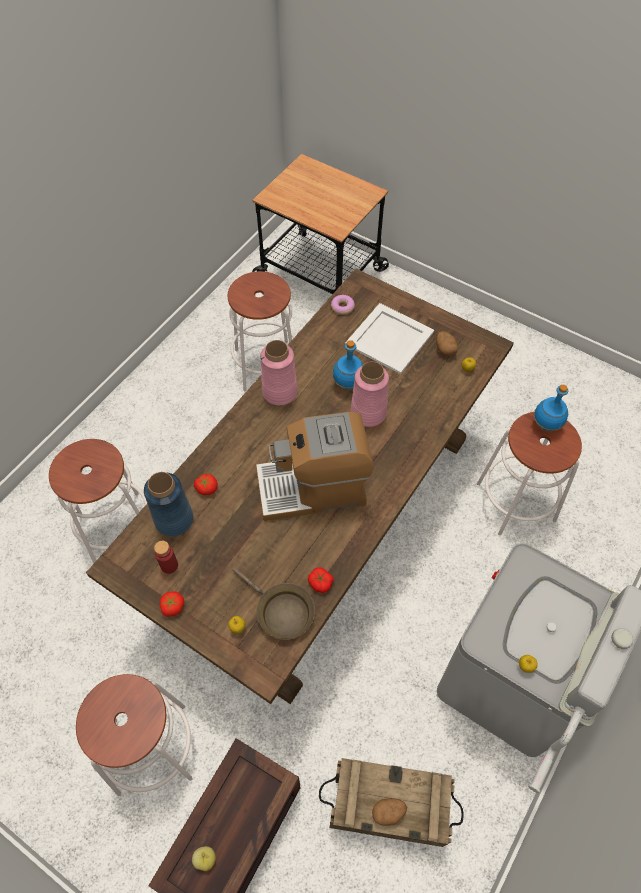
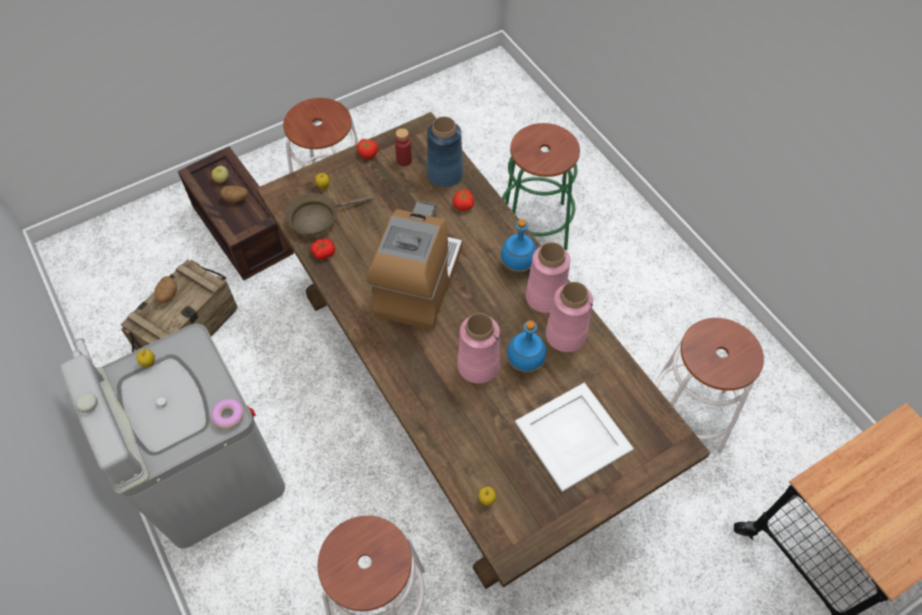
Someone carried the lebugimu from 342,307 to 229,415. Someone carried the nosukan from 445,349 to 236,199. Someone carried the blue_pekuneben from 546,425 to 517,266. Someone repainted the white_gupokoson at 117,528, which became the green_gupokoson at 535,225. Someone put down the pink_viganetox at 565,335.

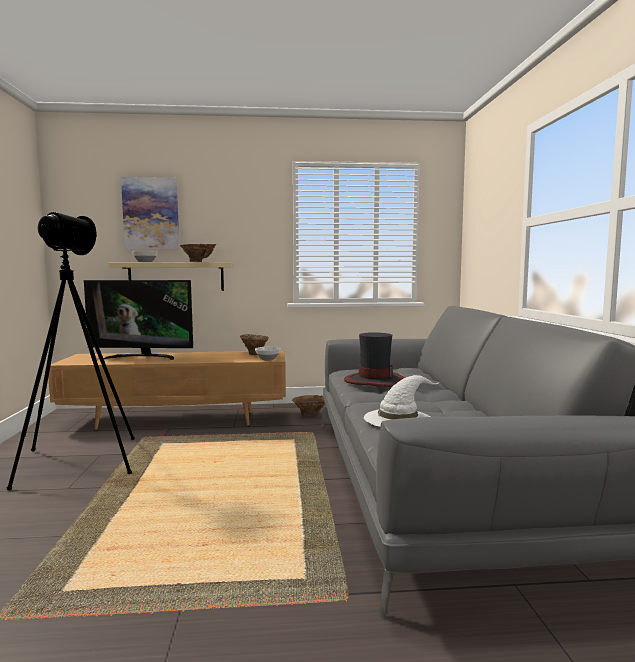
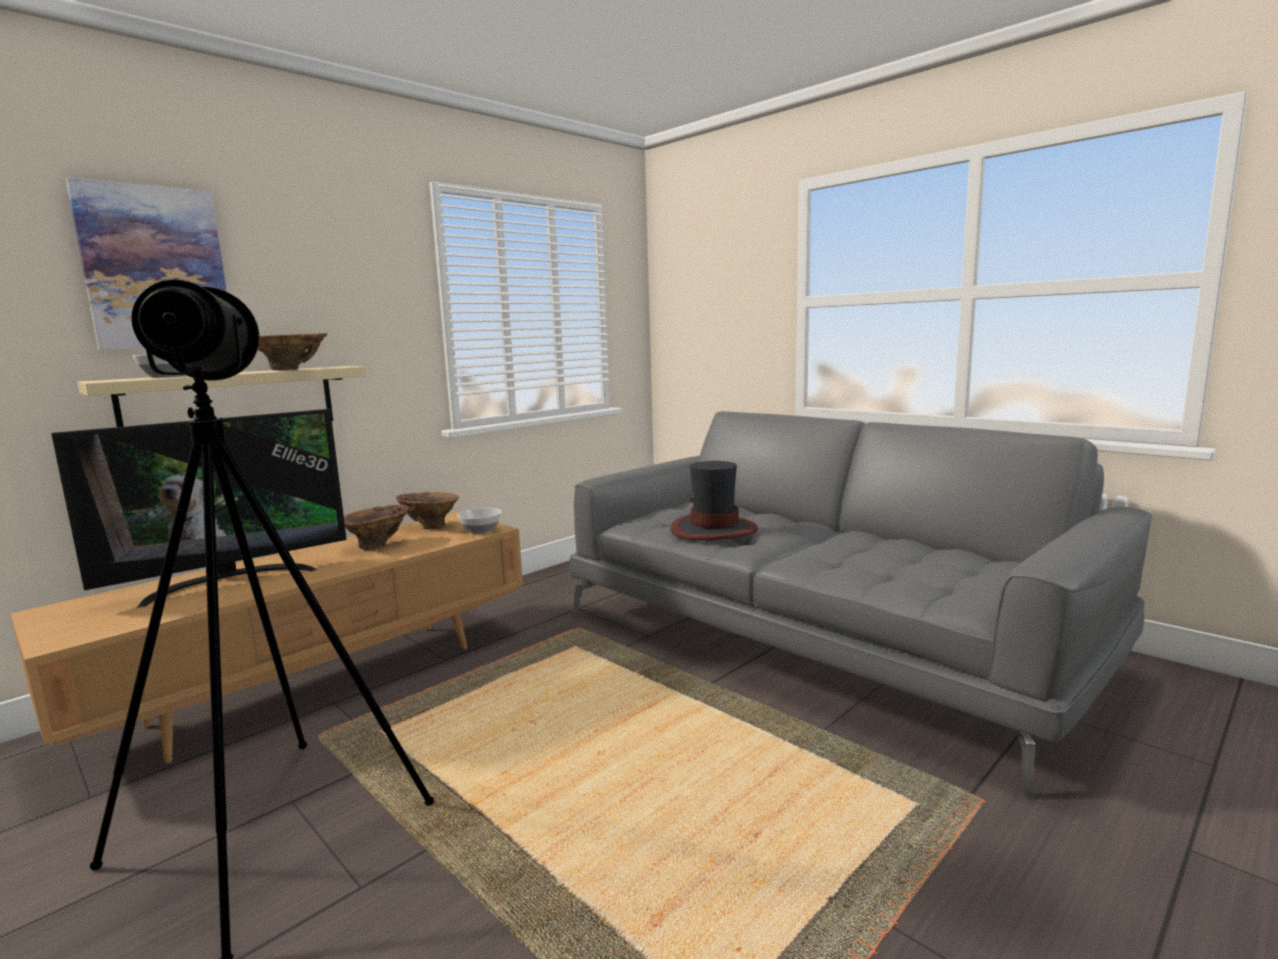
Someone carried the brown_viganetox from 310,415 to 379,545. Someone took away the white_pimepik at 398,418.

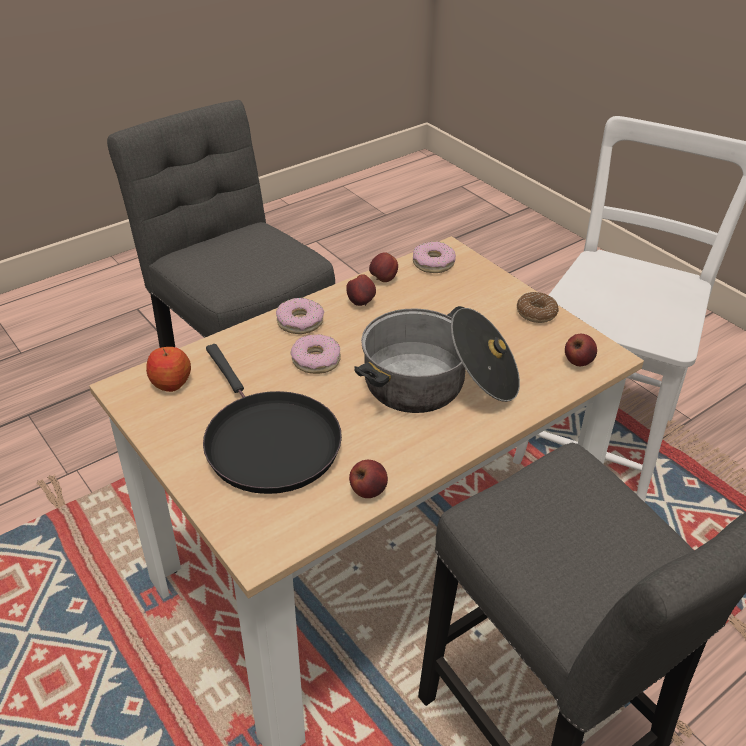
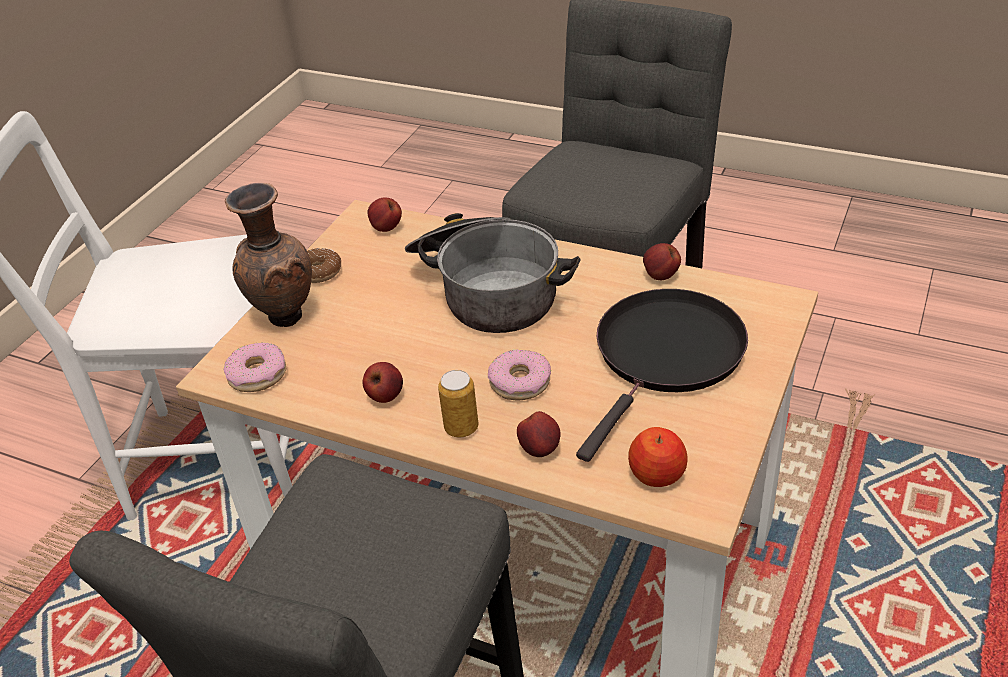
Someone put down the brown_viganetox at 283,317. Someone swapped the lebugimu at 300,322 for the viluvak at 461,427. Someone carried the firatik from 383,279 to 540,449.

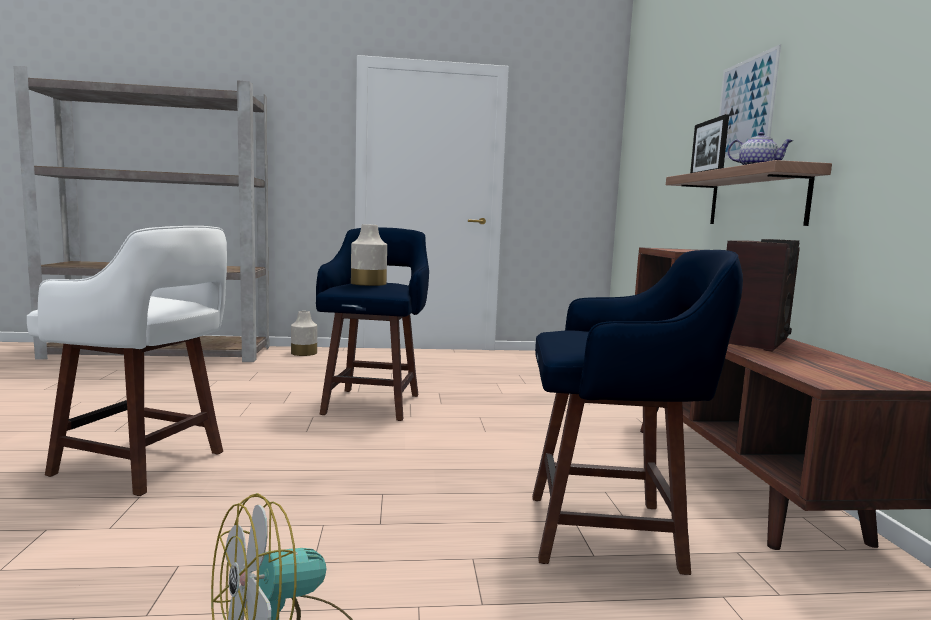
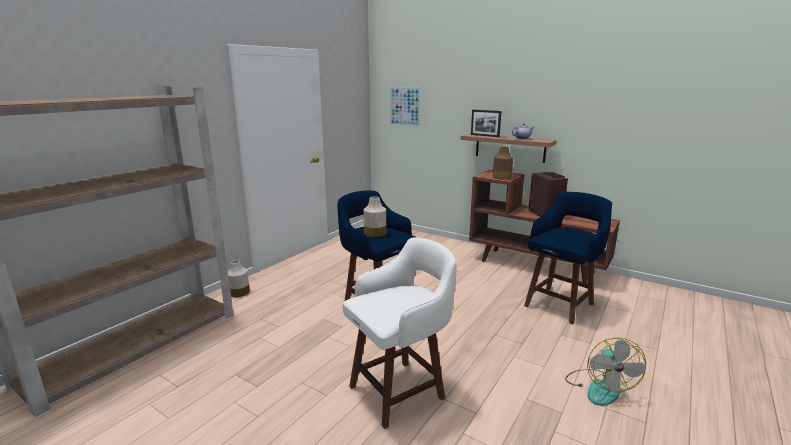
Someone carried the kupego from 745,108 to 405,106. Someone put down the brown_viganetox at 502,177.

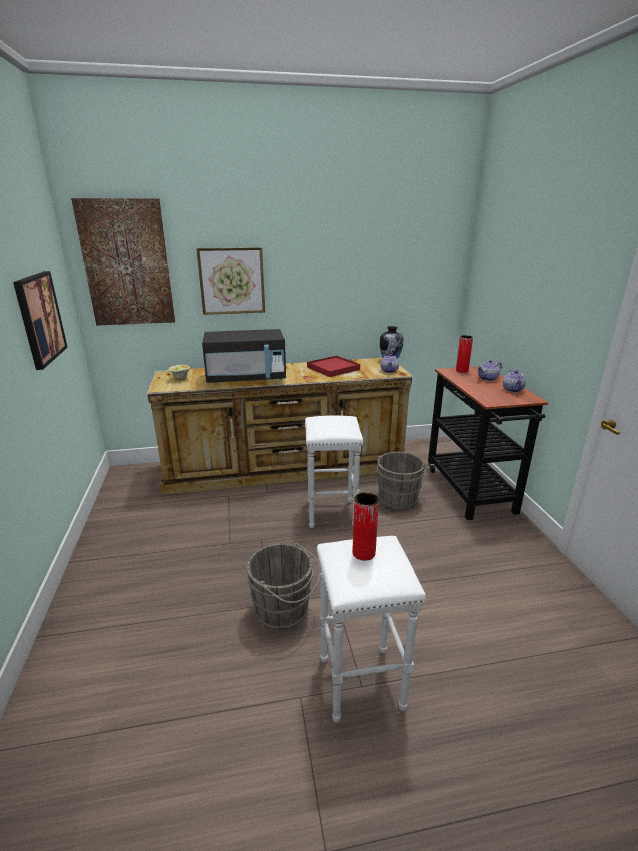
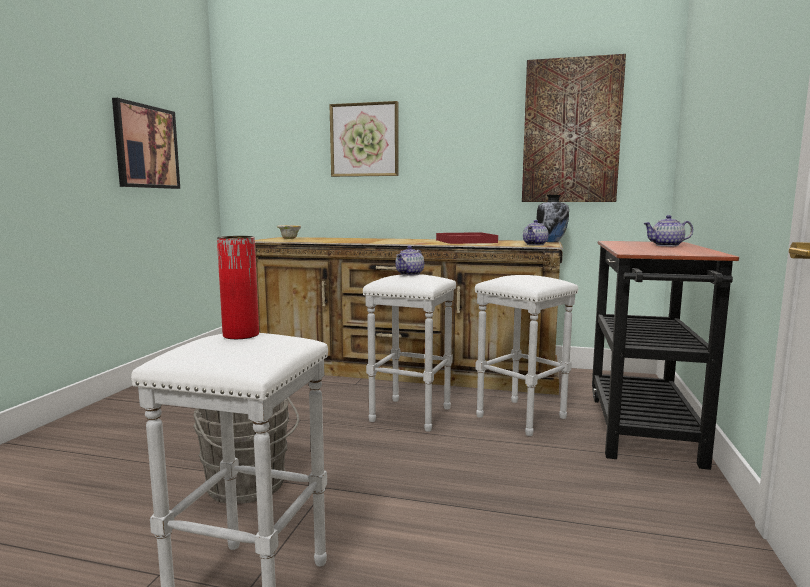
Someone carried the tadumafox from 513,390 to 410,274. Someone swapped the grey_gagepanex at 398,497 for the white_gupokoson at 519,417. Someone carried the kupego from 127,264 to 571,131. Someone took away the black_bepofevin at 246,378. Someone took away the red_viganetox at 462,370.

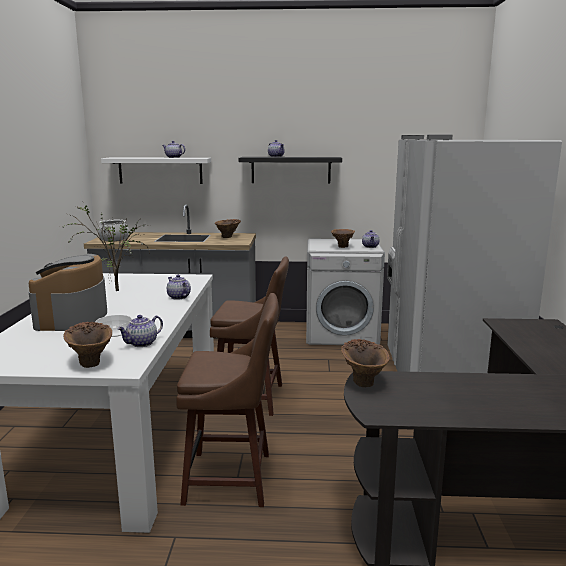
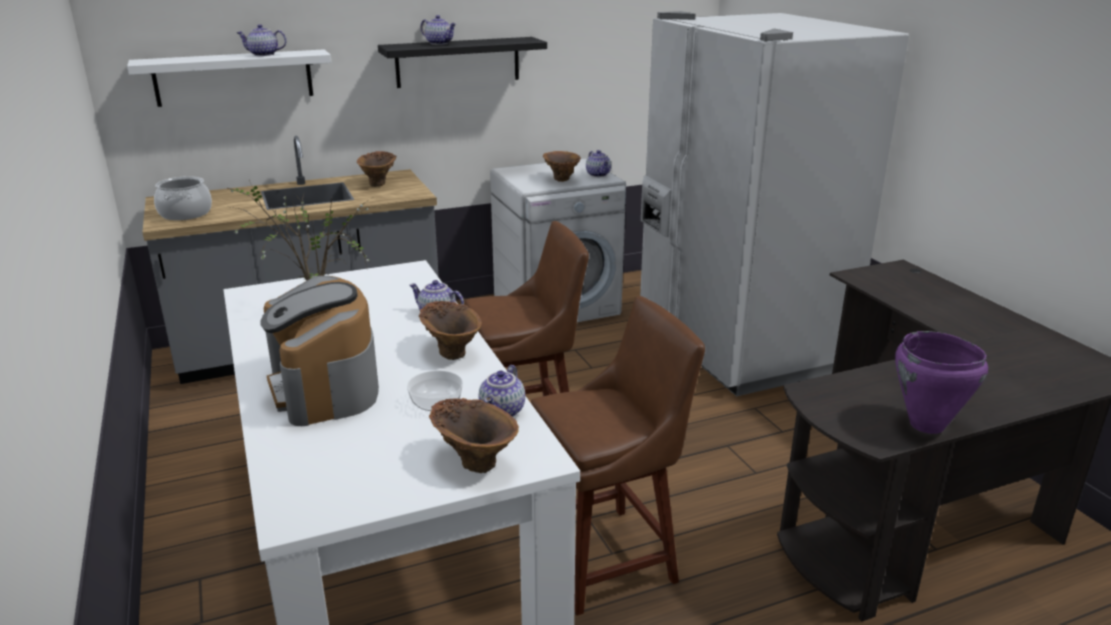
Someone carried the brown_viganetox from 364,380 to 452,350. Someone put down the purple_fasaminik at 926,425.

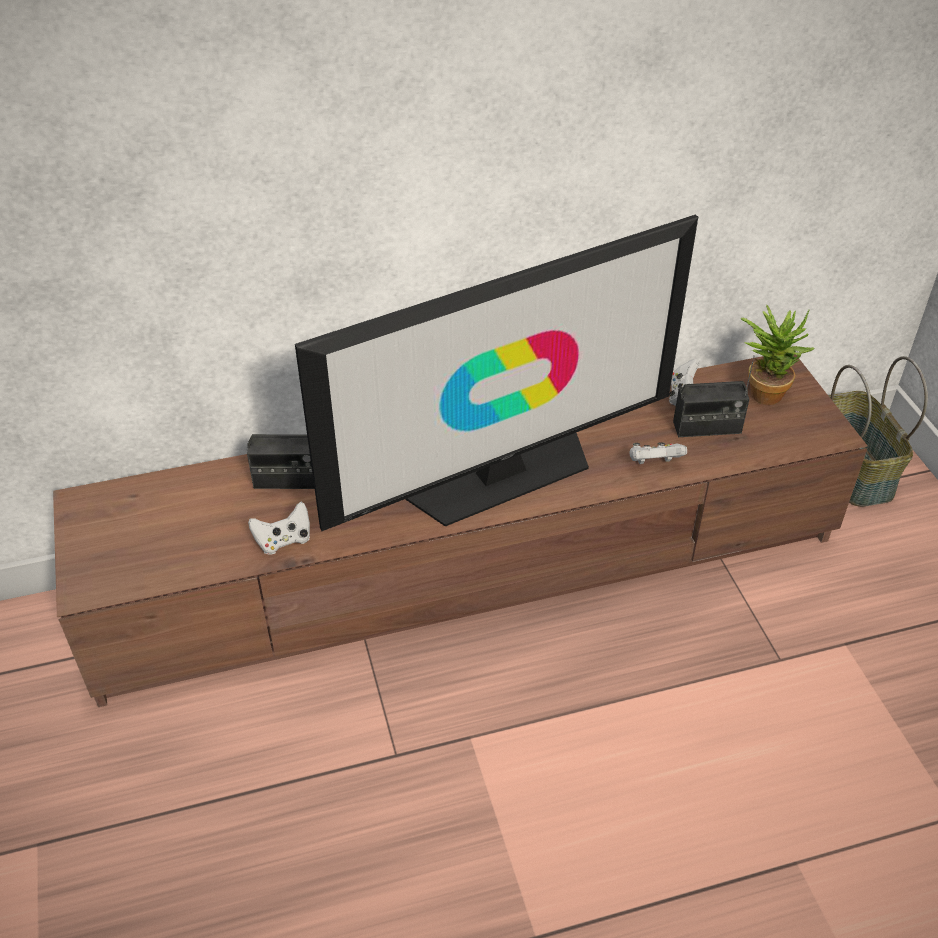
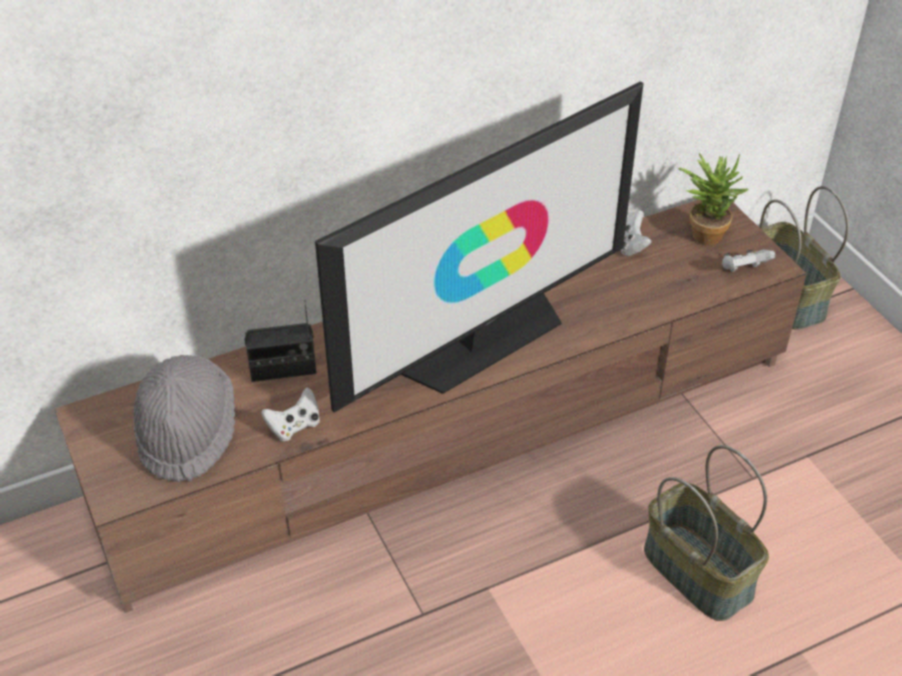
Someone put down the grey_pimepik at 187,434. Someone put down the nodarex at 700,572. Someone carried the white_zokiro from 654,463 to 743,270. Someone took away the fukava at 707,427.

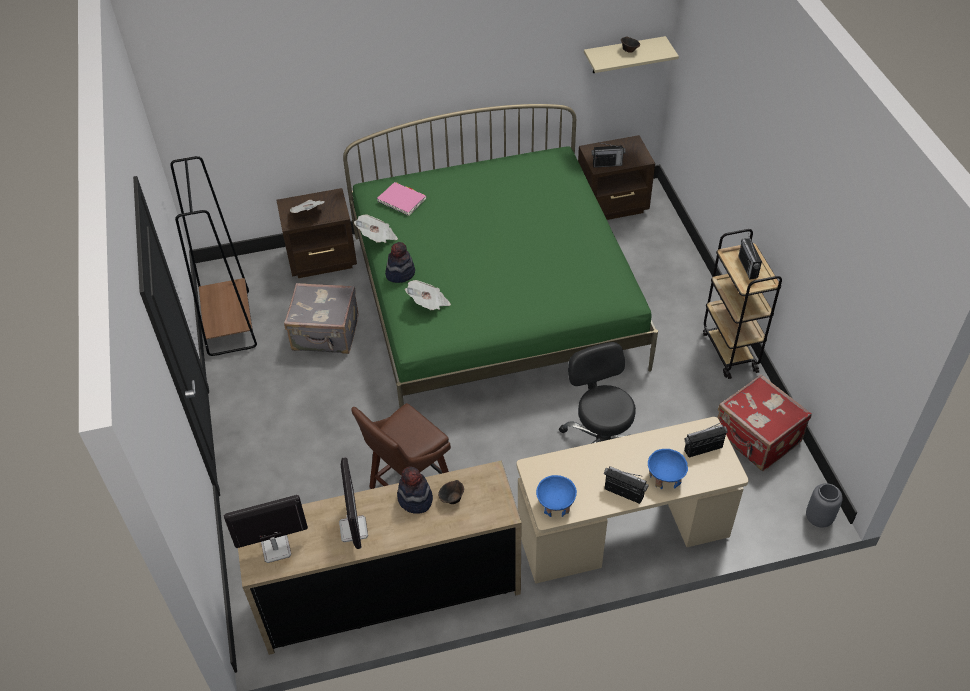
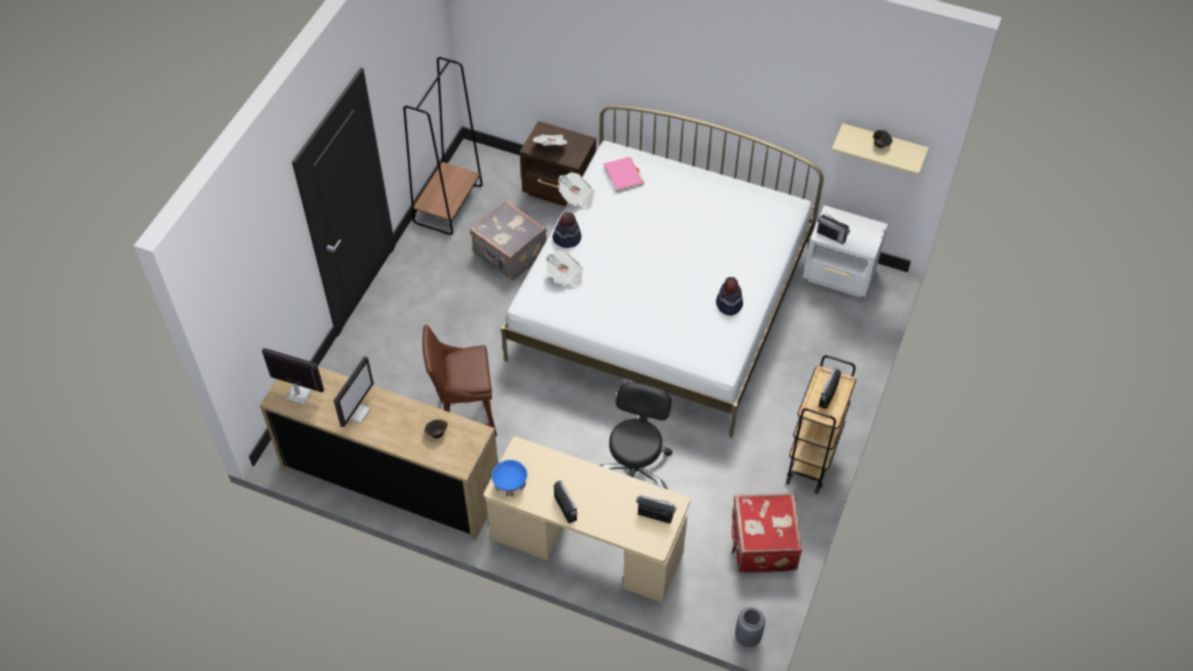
Someone repainted the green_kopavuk at 494,300, which became the white_kopavuk at 662,302. Someone carried the pimepik from 415,499 to 729,304. Someone repainted the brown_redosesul at 613,206, which became the white_redosesul at 840,276. Someone took away the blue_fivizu at 665,477.

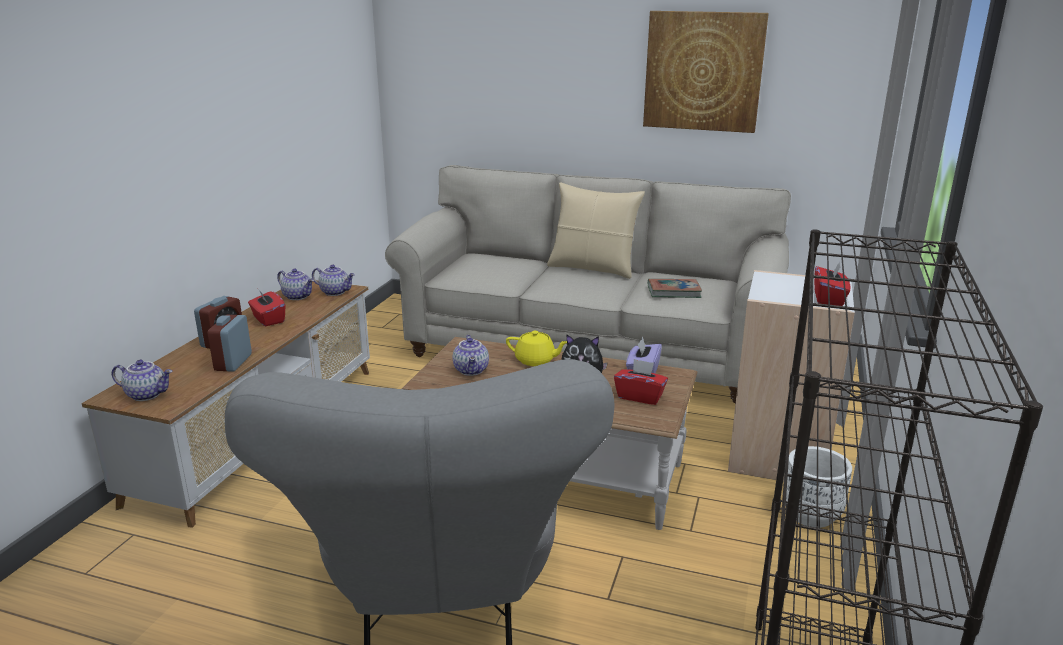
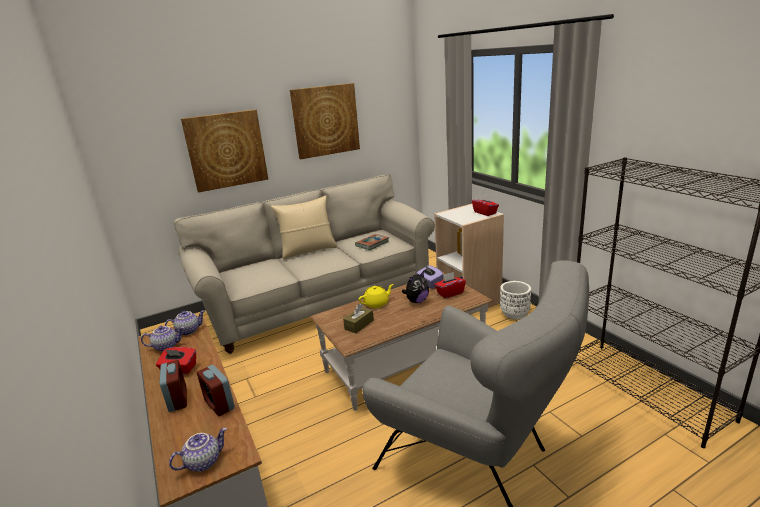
Someone put up the kupego at 226,150. Someone swapped the tadumafox at 472,370 for the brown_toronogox at 359,325.

